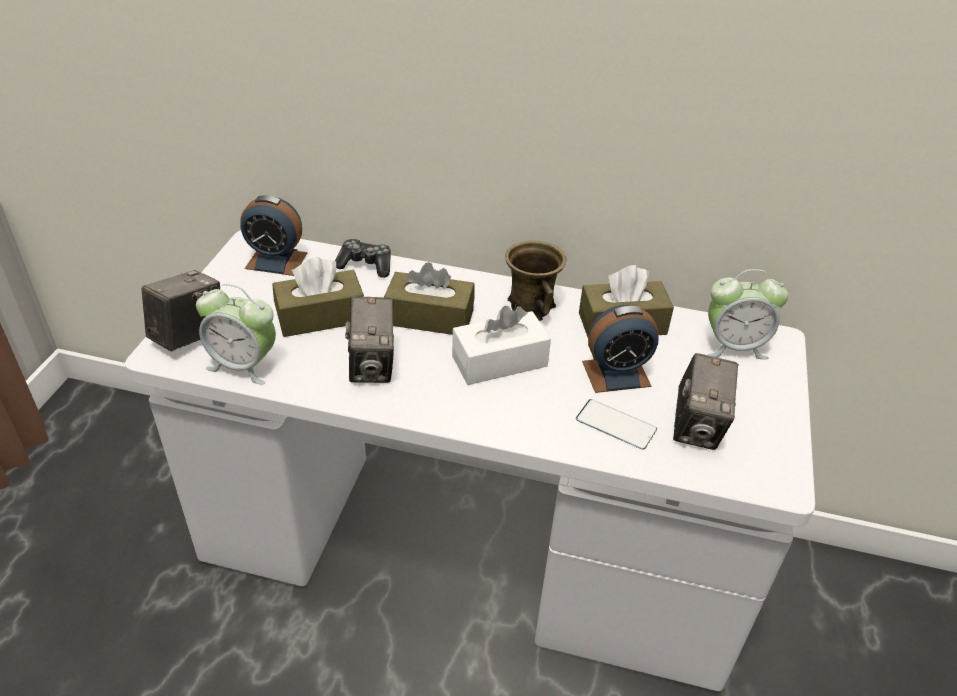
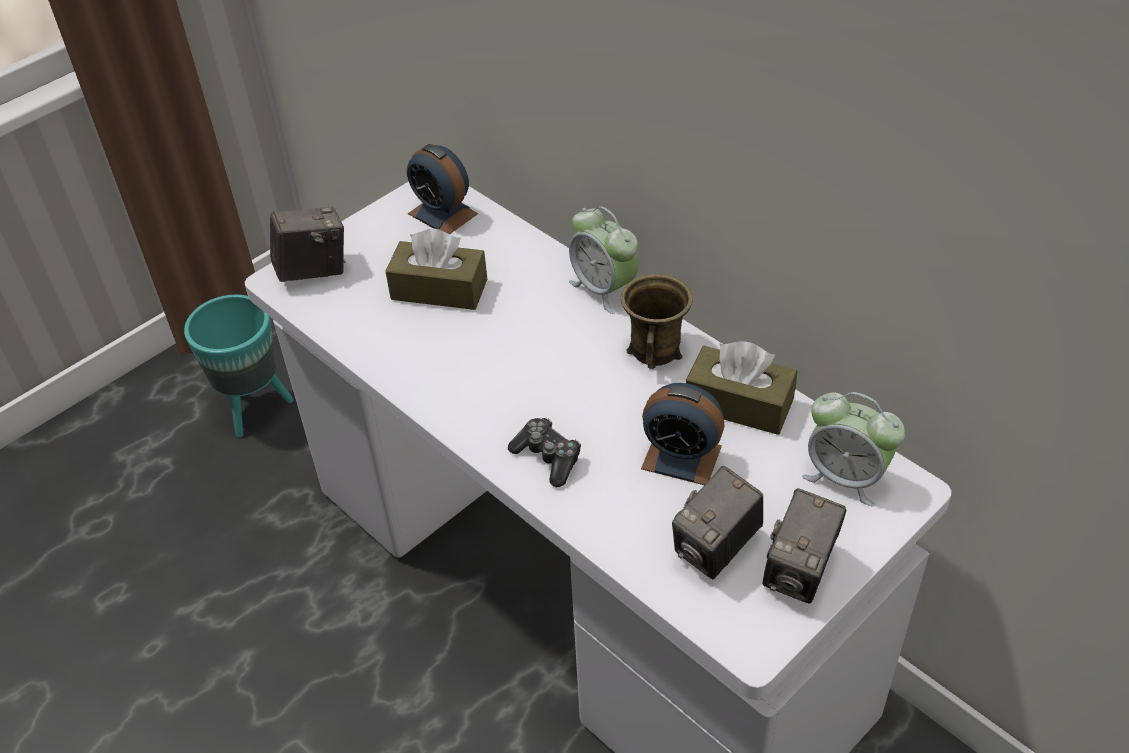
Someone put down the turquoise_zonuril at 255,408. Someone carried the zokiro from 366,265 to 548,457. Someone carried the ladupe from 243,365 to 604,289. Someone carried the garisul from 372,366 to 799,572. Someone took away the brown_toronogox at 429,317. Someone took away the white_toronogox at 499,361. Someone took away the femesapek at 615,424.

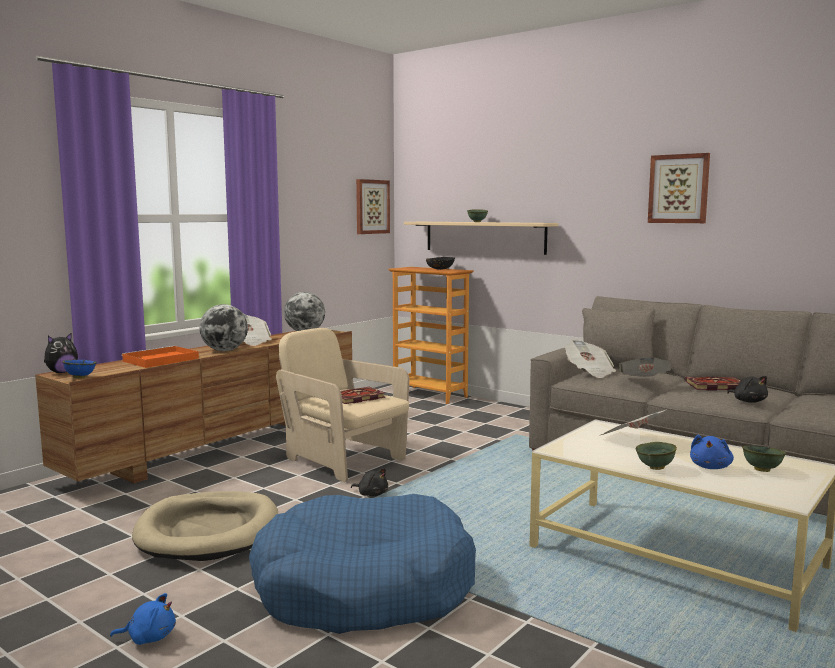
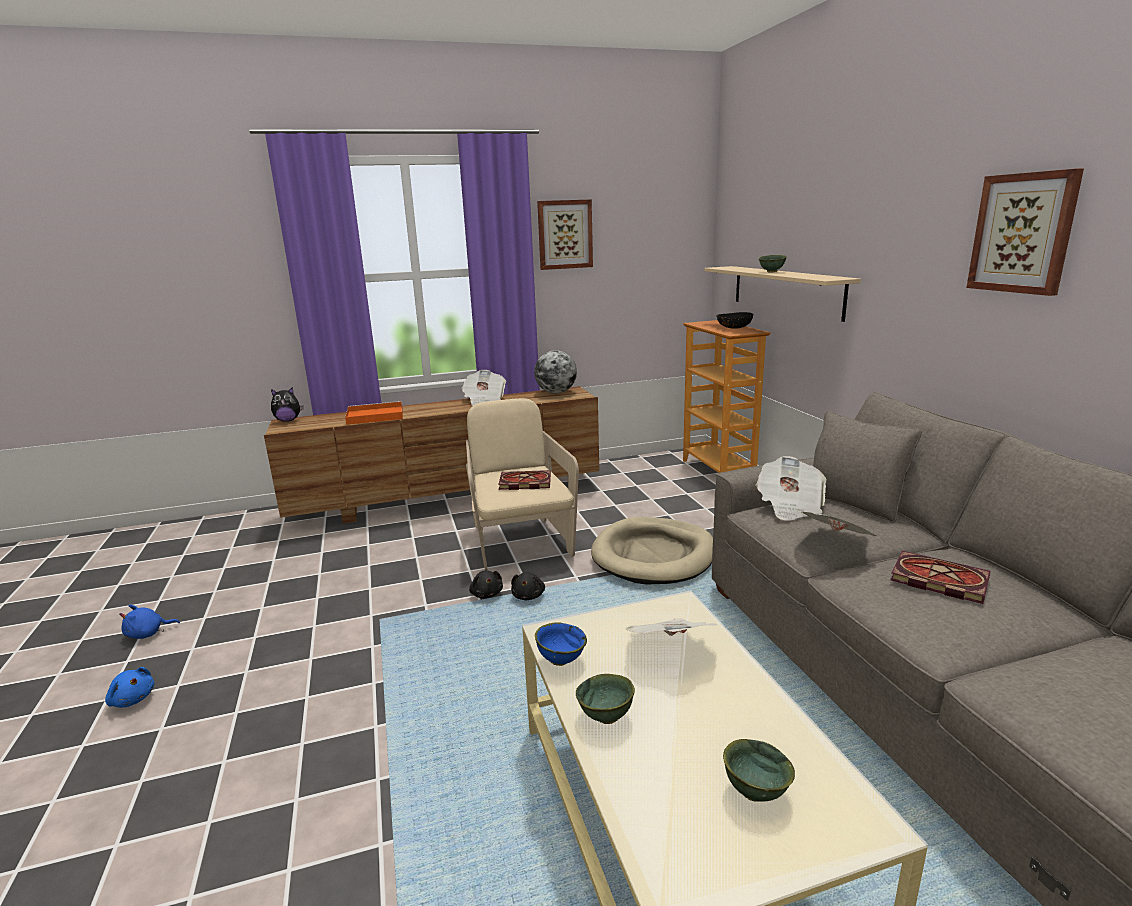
Someone carried the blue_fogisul from 710,467 to 148,634. Someone carried the black_fogisul from 748,401 to 529,596. Someone carried the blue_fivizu from 80,377 to 560,660. Someone carried the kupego from 371,206 to 565,234. Someone carried the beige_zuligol from 209,531 to 654,555. Someone took away the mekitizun at 224,350. Someone took away the blue_zuligol at 363,588.

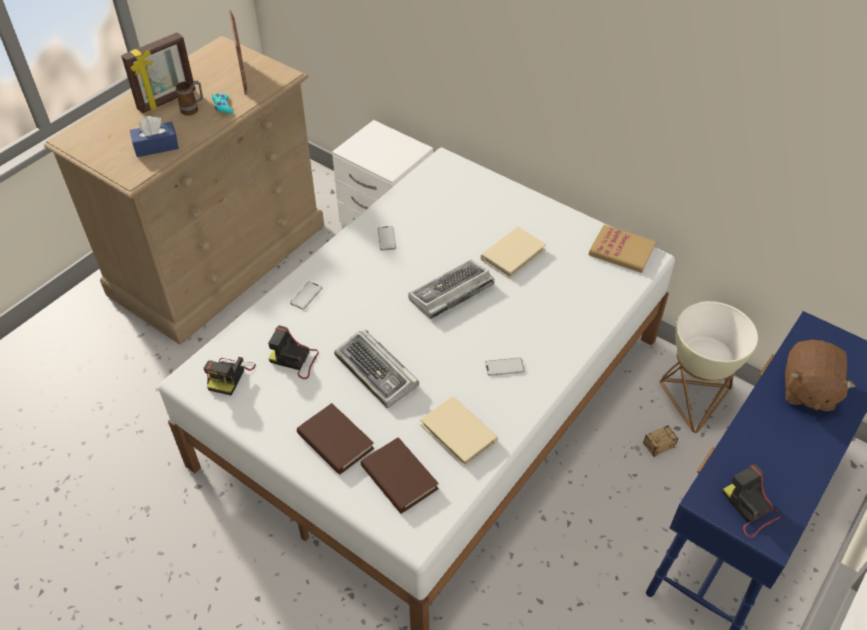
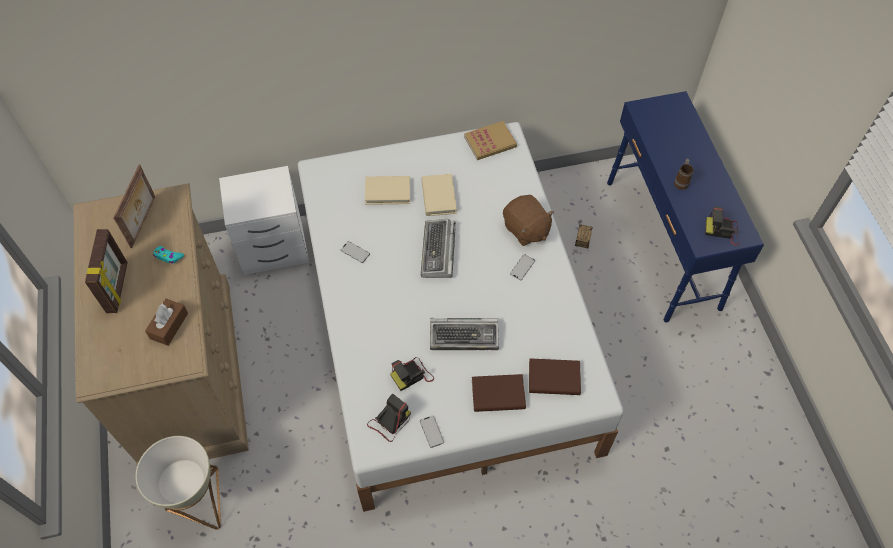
Someone rotated the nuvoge at 243,75 by 75 degrees clockwise. Someone carried the zonuril from 692,398 to 198,500. Someone repainted the blue_toronogox at 156,146, which became the brown_toronogox at 169,326. Someone carried the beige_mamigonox from 458,433 to 387,191. Someone rotated the garisul at 230,376 by 105 degrees counterclockwise. Someone carried the femesapek from 306,296 to 431,432. Someone carried the brown_fogisul from 807,390 to 525,229. Someone carried the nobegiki from 193,109 to 681,181.

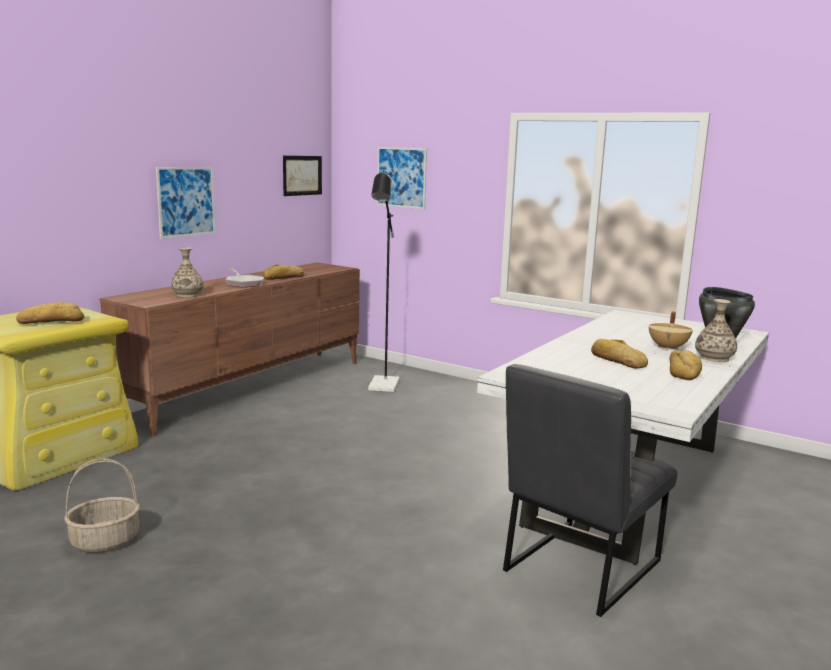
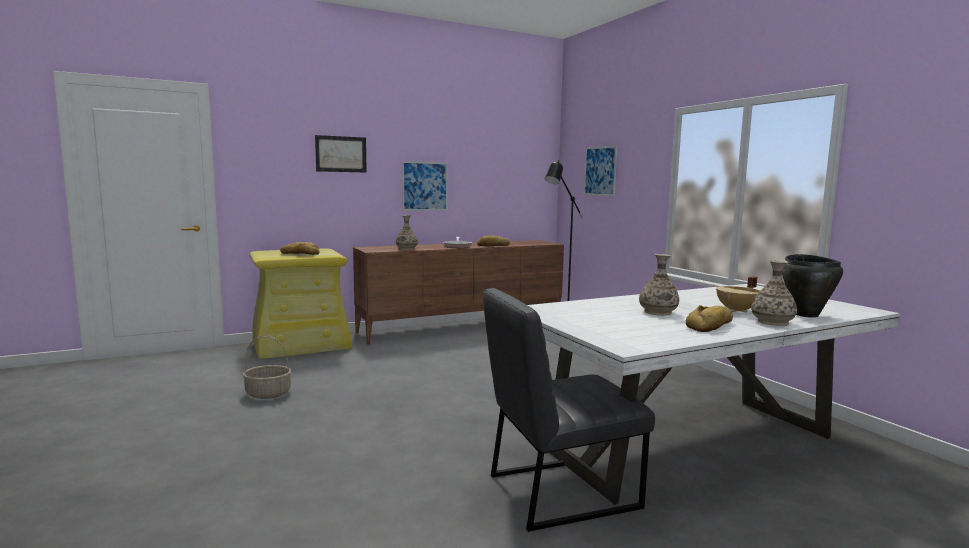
Someone carried the kupego from 302,175 to 341,154. Someone swapped the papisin at 617,361 for the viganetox at 658,312.

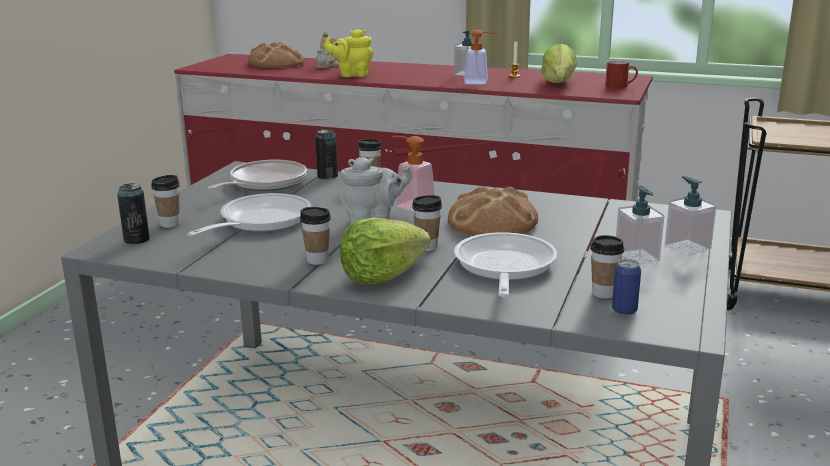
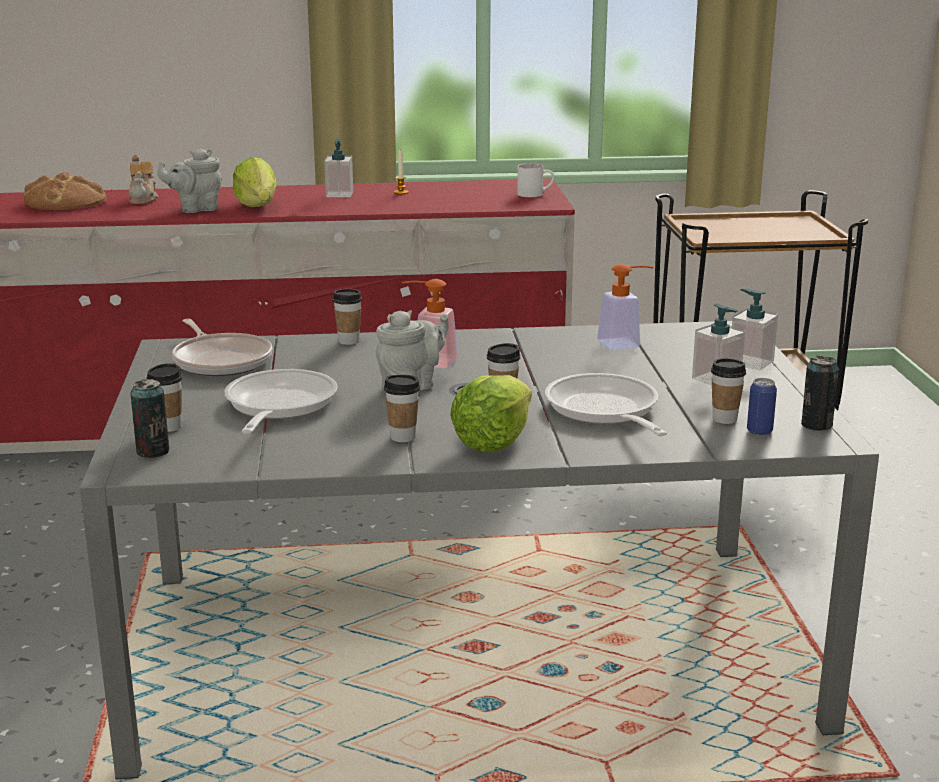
Someone repainted the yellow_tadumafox at 352,75, which became the grey_tadumafox at 196,209. Someone rotated the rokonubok at 265,183 by 135 degrees clockwise. Someone carried the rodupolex from 558,83 to 258,206. Someone repainted the red_nobegiki at 621,86, which became the white_nobegiki at 535,194. Someone carried the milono from 480,82 to 625,343. Someone carried the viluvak from 327,176 to 816,425. Someone took away the papisin at 493,221.

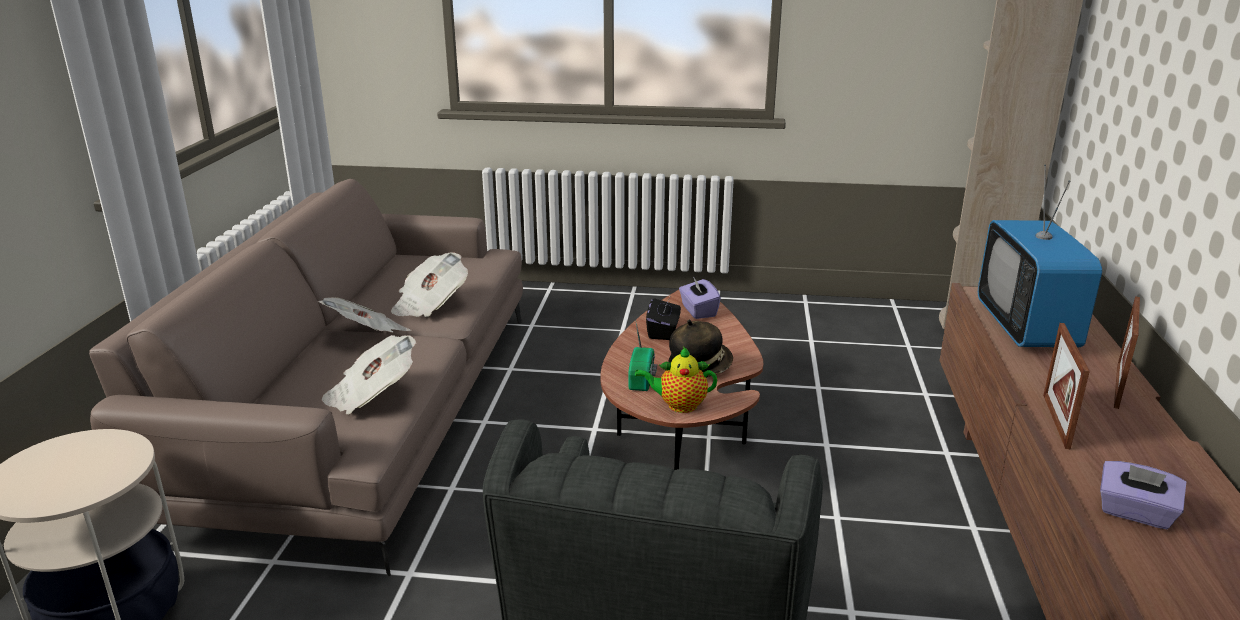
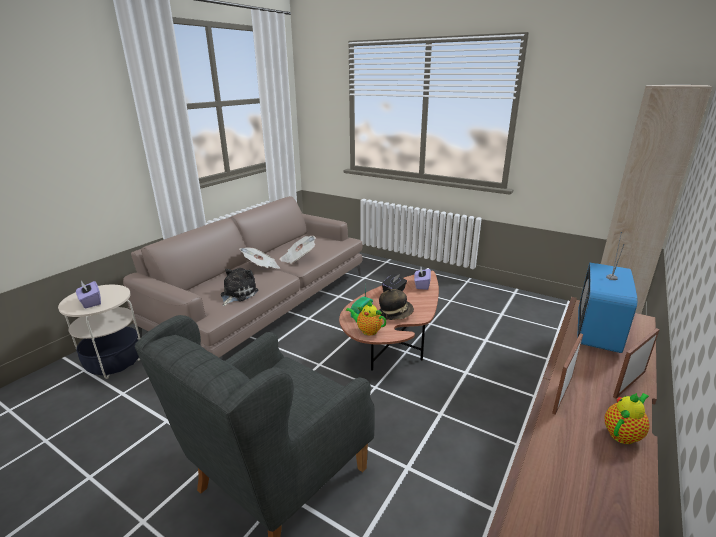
Someone carried the purple_toronogox from 1135,513 to 91,302. Someone swapped the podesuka at 371,396 for the fogisul at 237,294. Someone put down the tadumafox at 623,434.

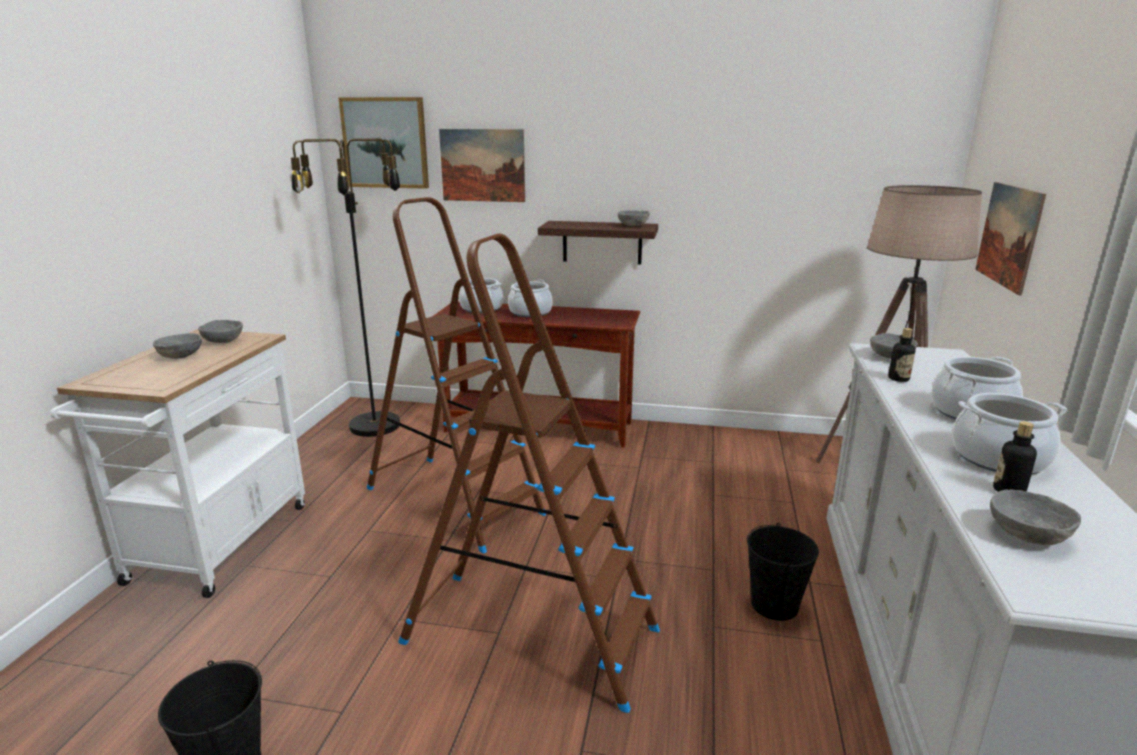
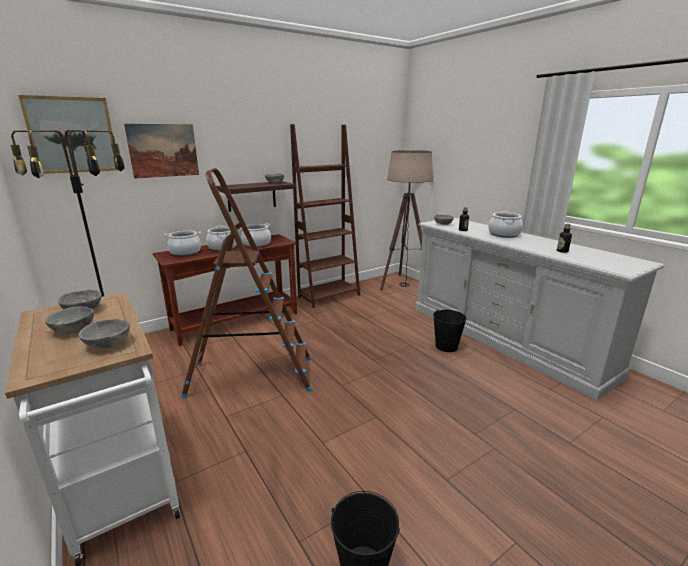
Someone carried the grey_fivizu from 1027,535 to 108,344. Someone carried the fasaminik from 999,458 to 257,244. Someone put down the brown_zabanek at 329,296. Someone took away the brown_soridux at 532,636. Someone took away the kupego at 1008,235.

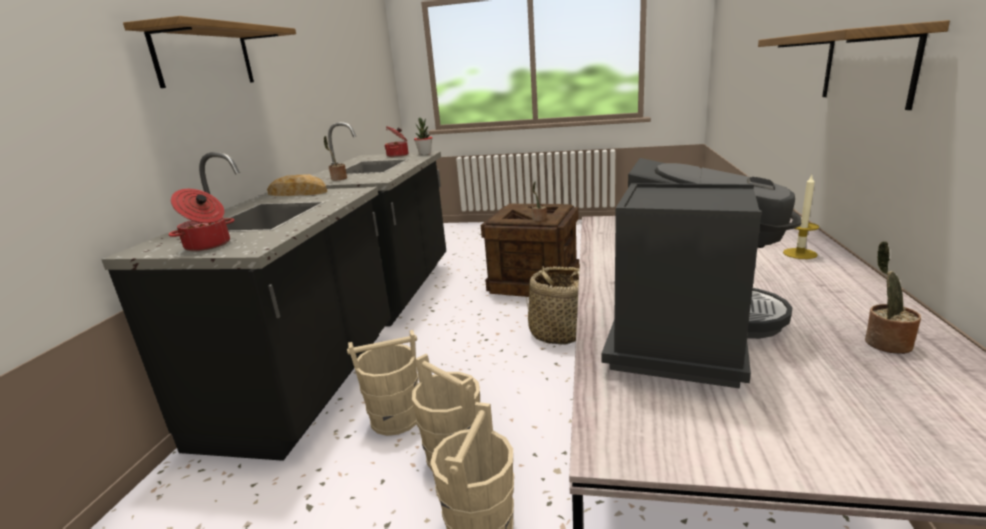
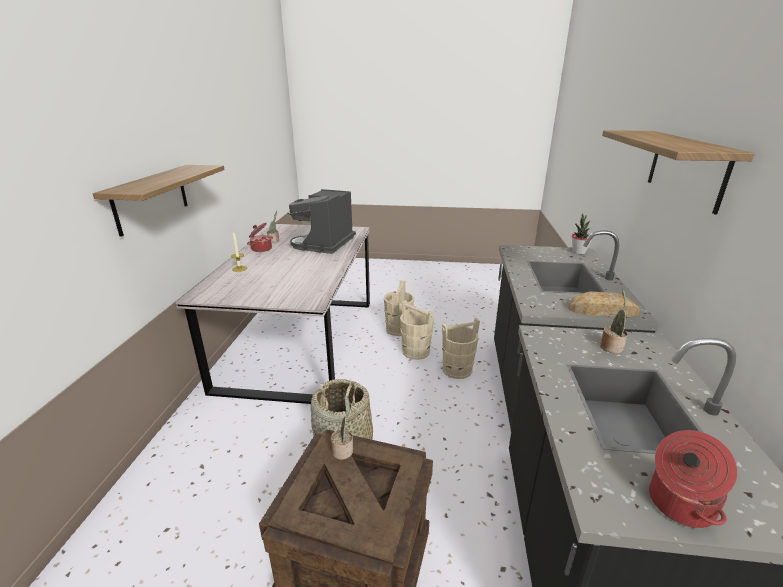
Someone carried the fasaminik from 208,245 to 261,249. Someone carried the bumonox from 425,154 to 578,252.

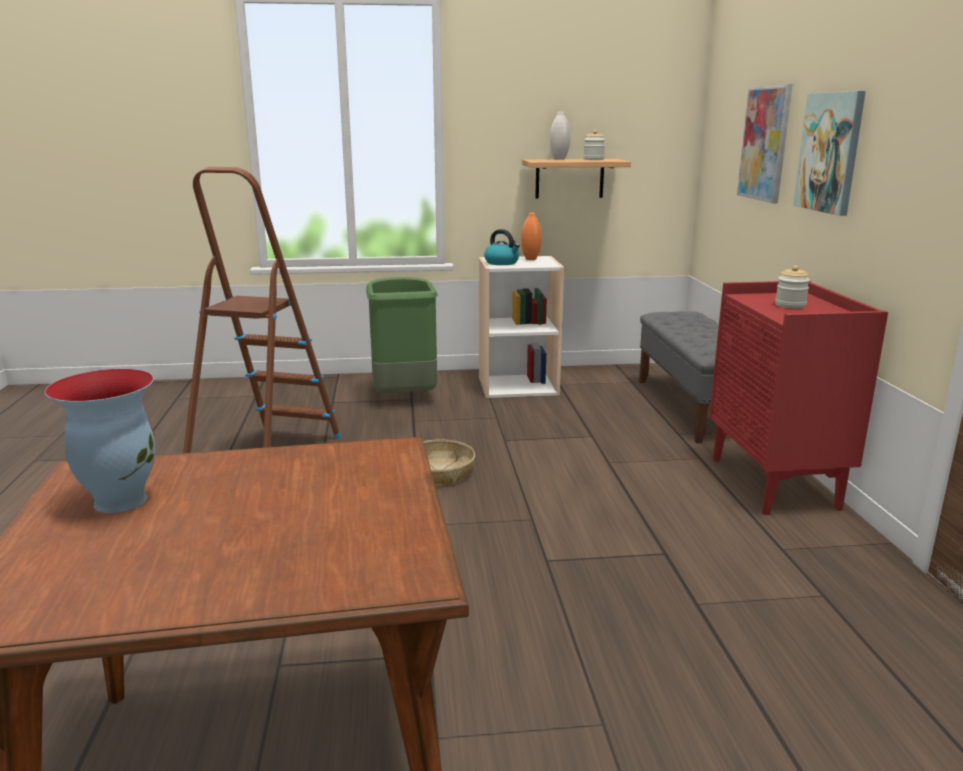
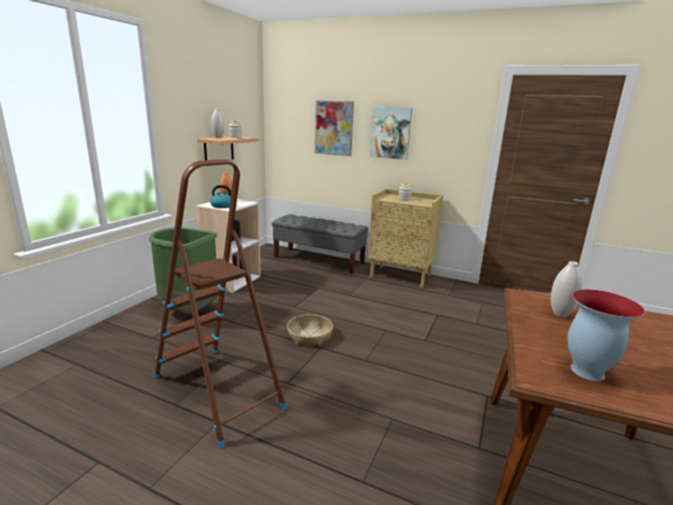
Someone repainted the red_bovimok at 773,483, which became the beige_bovimok at 400,276. Someone put down the white_viganetox at 560,314.

